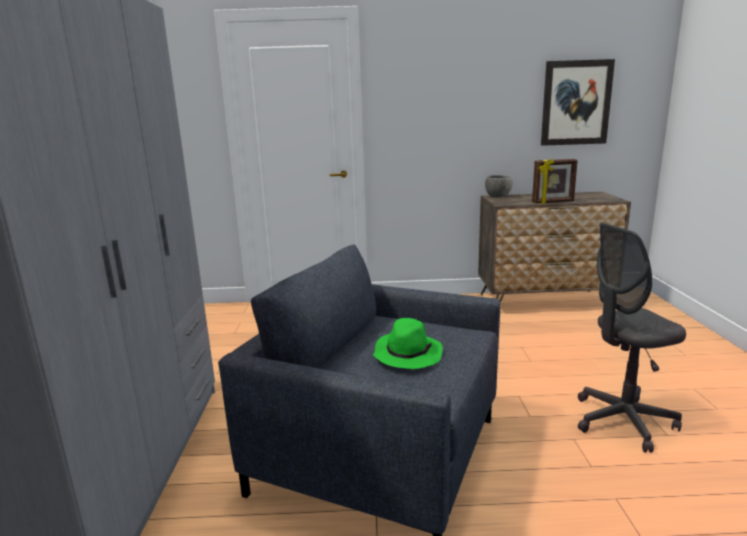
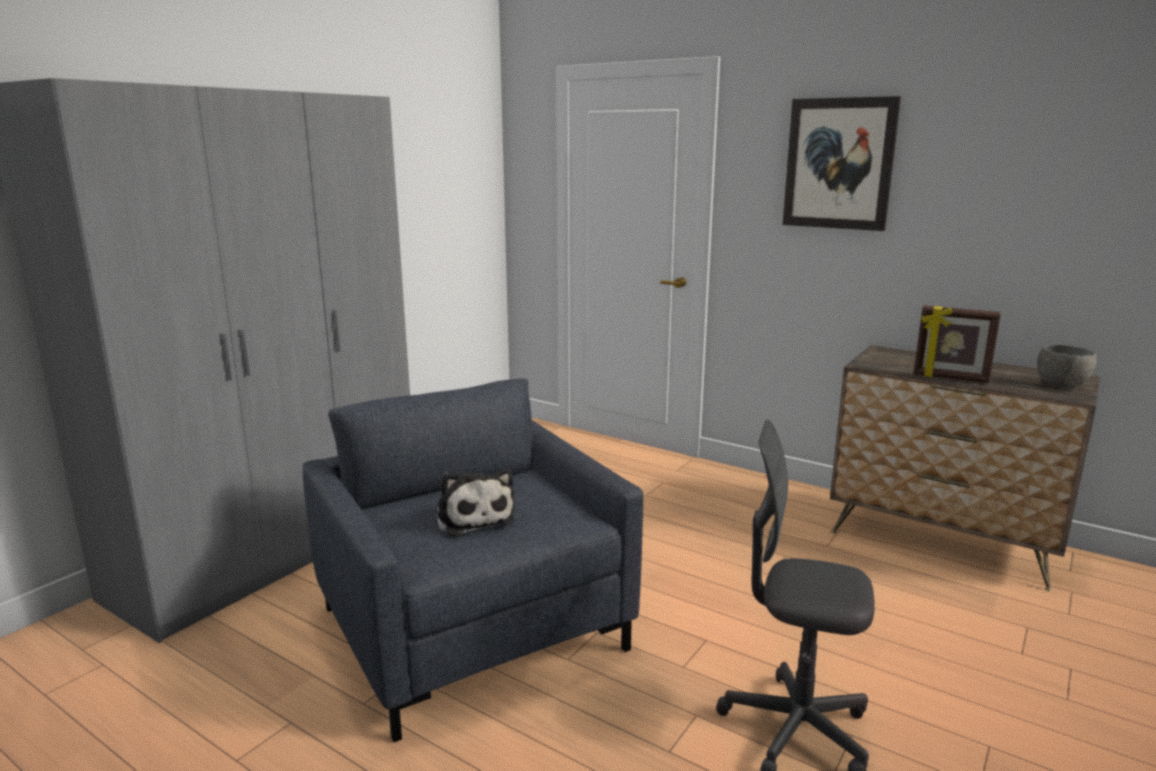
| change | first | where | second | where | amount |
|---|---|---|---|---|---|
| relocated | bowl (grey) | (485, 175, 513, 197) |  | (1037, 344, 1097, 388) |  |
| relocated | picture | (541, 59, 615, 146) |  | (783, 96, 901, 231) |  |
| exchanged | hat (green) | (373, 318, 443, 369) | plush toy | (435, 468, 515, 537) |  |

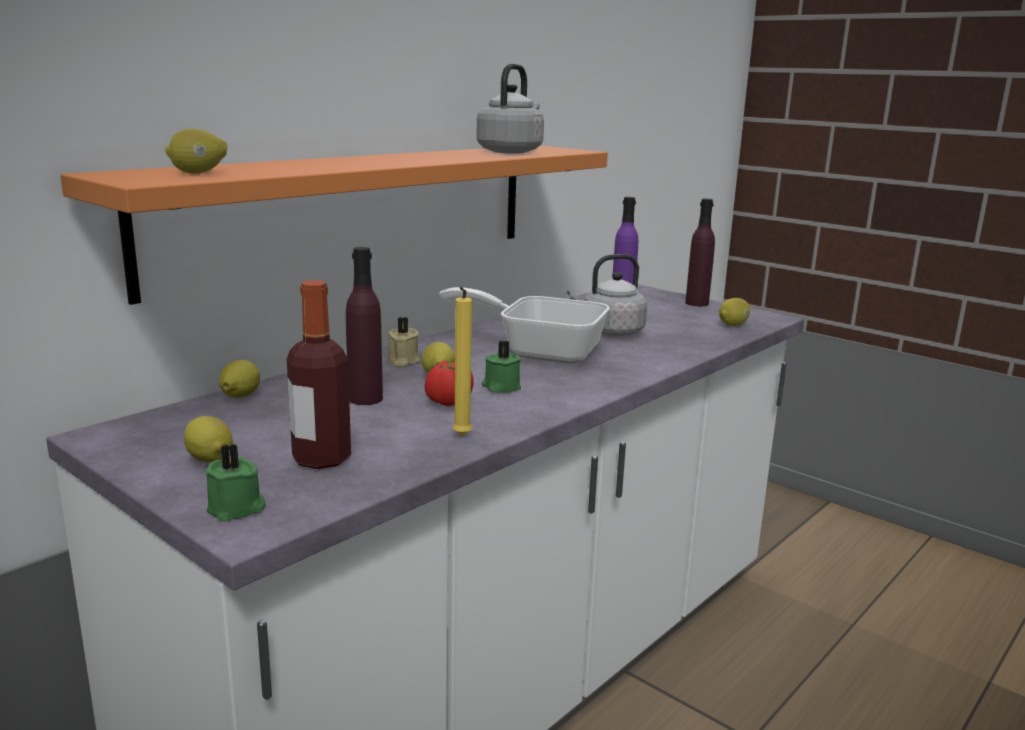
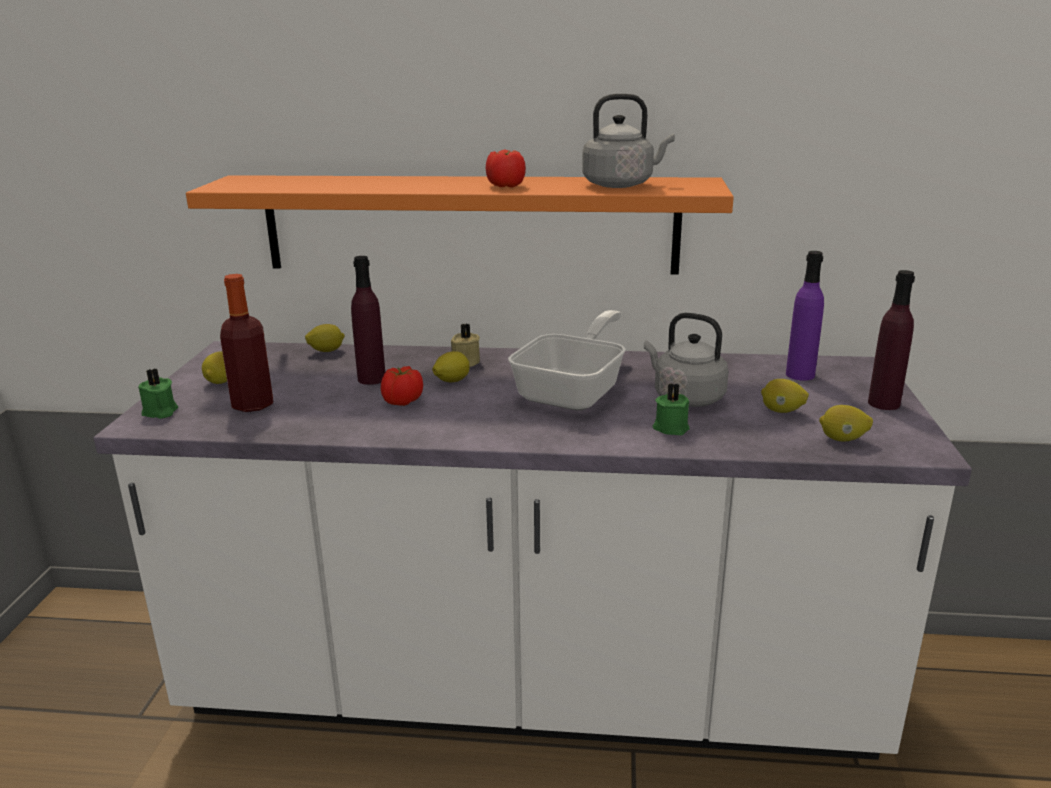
| change | first | where | second | where | amount |
|---|---|---|---|---|---|
| missing | candle (yellow) | (453, 287, 472, 436) |  |  |  |
| appeared |  |  | tomato | (486, 149, 526, 187) |  |
| relocated | lemon | (165, 129, 227, 173) |  | (761, 379, 809, 413) |  |
| relocated | candle (green) | (482, 340, 521, 393) |  | (653, 383, 690, 435) |  |
| spun | frying pan | (439, 287, 610, 364) |  | (508, 310, 626, 411) | 45 degrees clockwise |

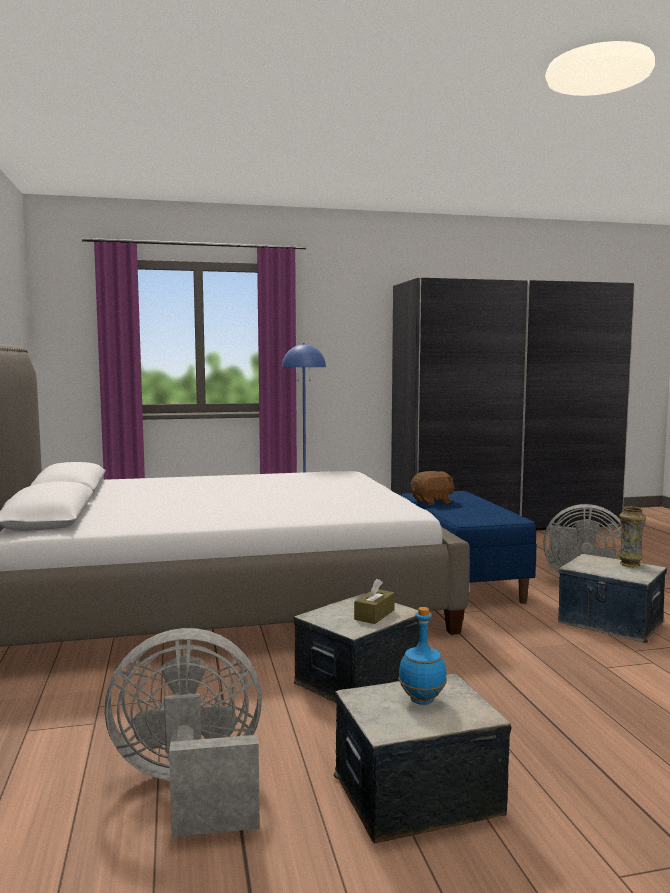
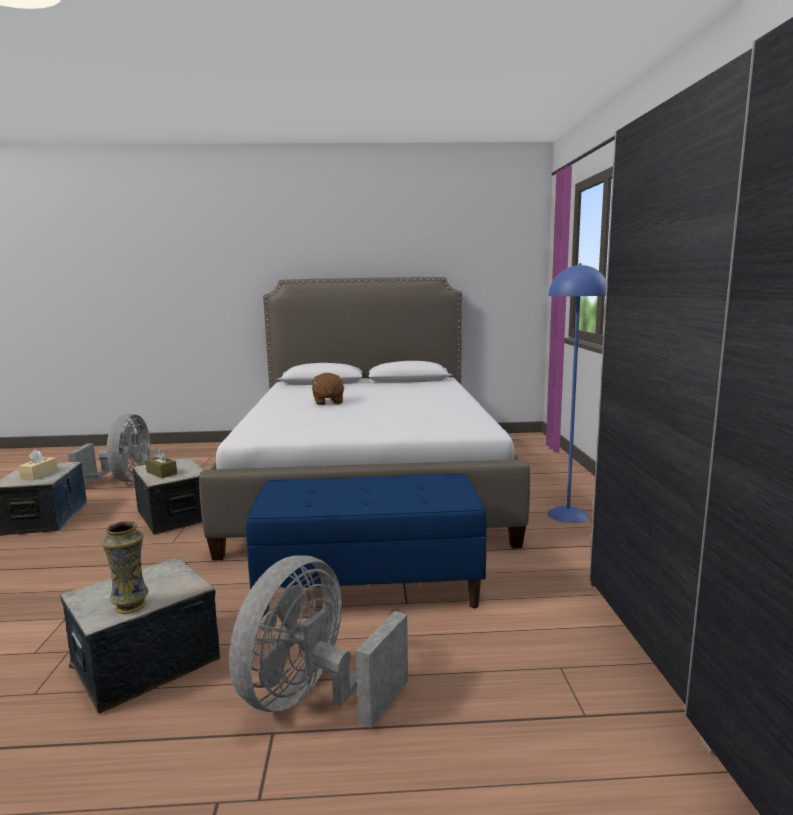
| change | first | where | second | where | amount |
|---|---|---|---|---|---|
| relocated | plush toy (brown) | (411, 471, 455, 505) |  | (312, 373, 346, 405) |  |
| exchanged | bottle (blue) | (398, 607, 447, 705) | tissue box (beige) | (19, 449, 58, 480) |  |

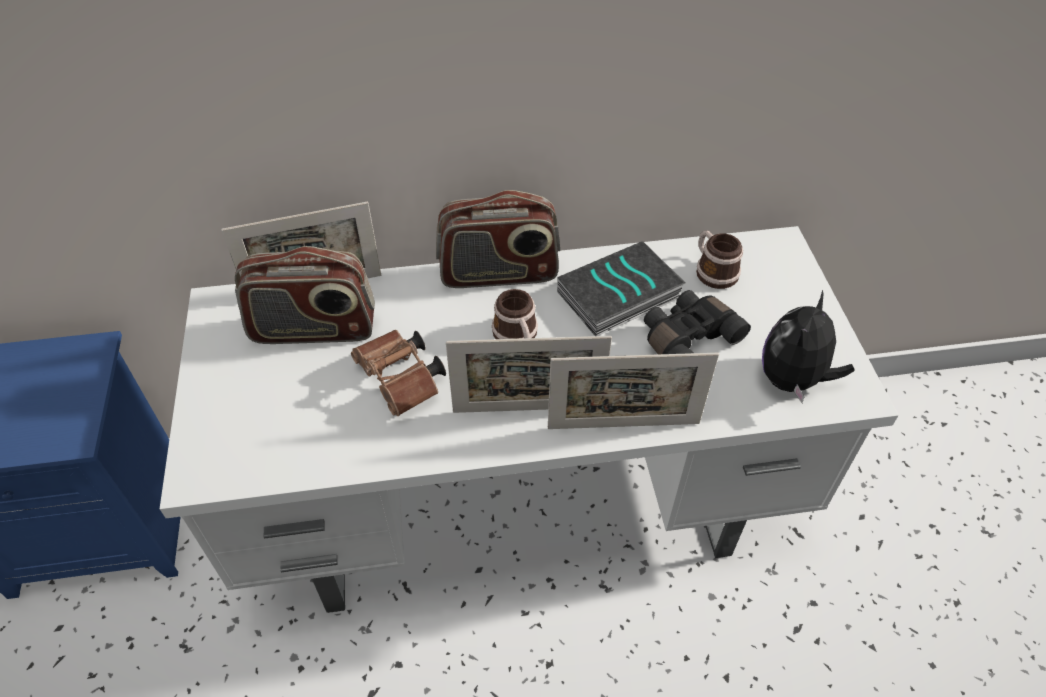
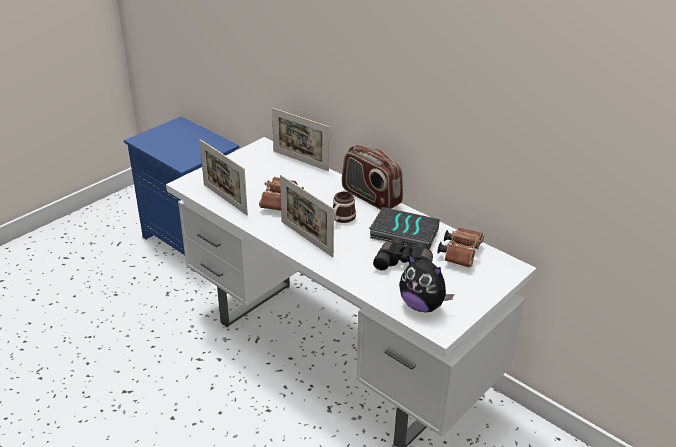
| change | first | where | second | where | amount |
|---|---|---|---|---|---|
| missing | radio | (235, 246, 375, 344) |  |  |  |
| relocated | picture frame | (548, 353, 719, 429) |  | (199, 139, 248, 215) |  |
| exchanged | mug | (696, 231, 743, 289) | binoculars (brown) | (437, 227, 484, 268) |  |
| spun | plush toy | (762, 289, 855, 403) |  | (399, 254, 454, 312) | 135 degrees counterclockwise |

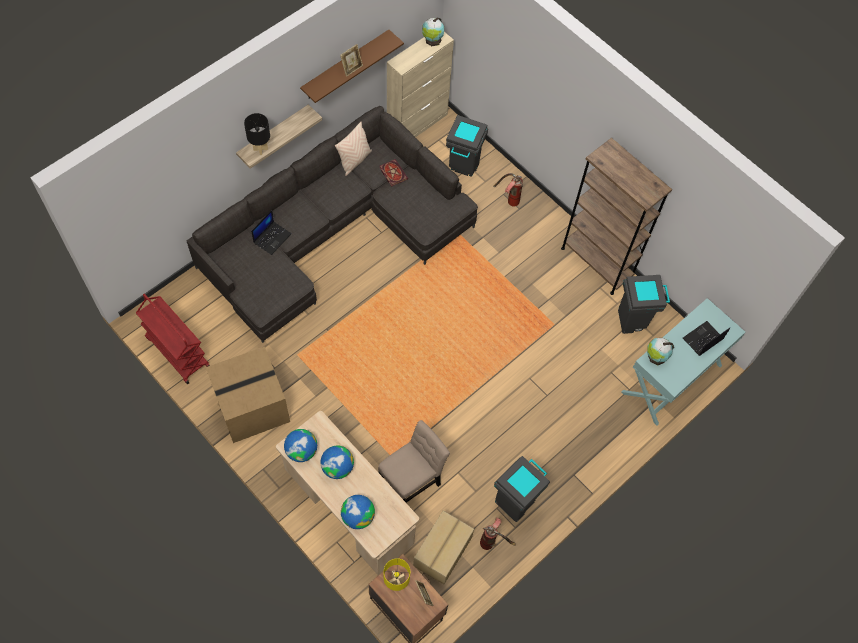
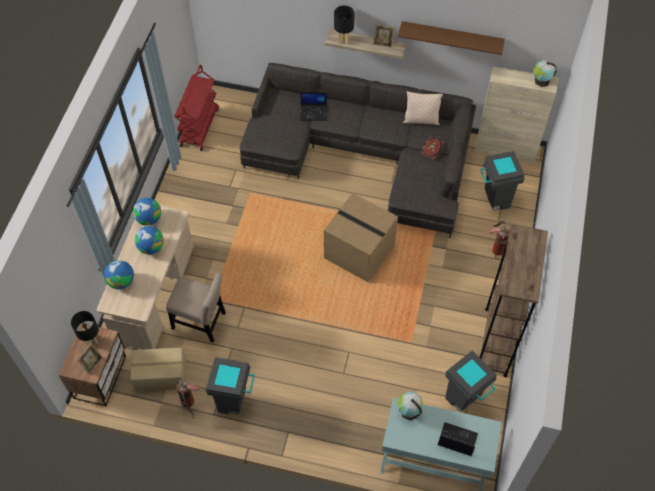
| change | first | where | second | where | amount |
|---|---|---|---|---|---|
| relocated | cardboard box | (206, 346, 290, 443) |  | (324, 193, 398, 282) |  |
| relocated | picture frame | (340, 44, 363, 77) |  | (373, 24, 395, 48) |  |
| colour | table lamp (yellow) | (384, 558, 410, 591) | table lamp (black) | (71, 311, 99, 346) |  |

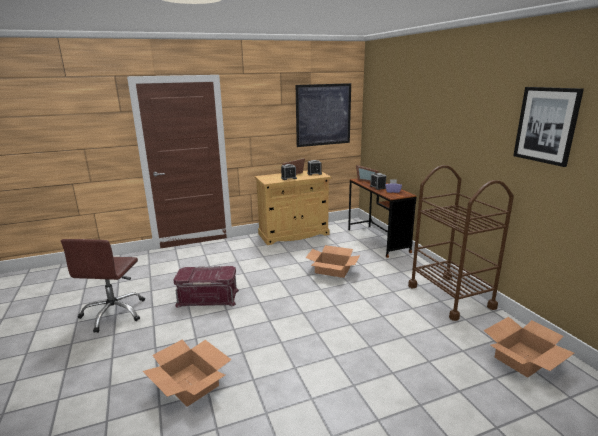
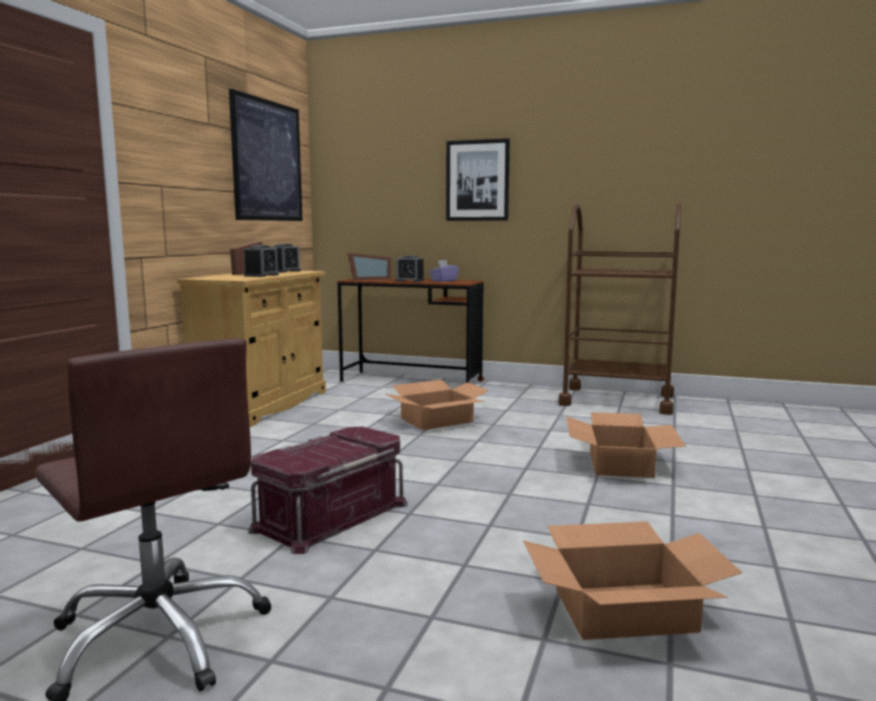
| change | first | where | second | where | amount |
|---|---|---|---|---|---|
| relocated | cardboard box | (483, 317, 574, 378) |  | (567, 412, 686, 478) |  |
| relocated | picture | (513, 87, 584, 167) |  | (446, 138, 510, 221) |  |

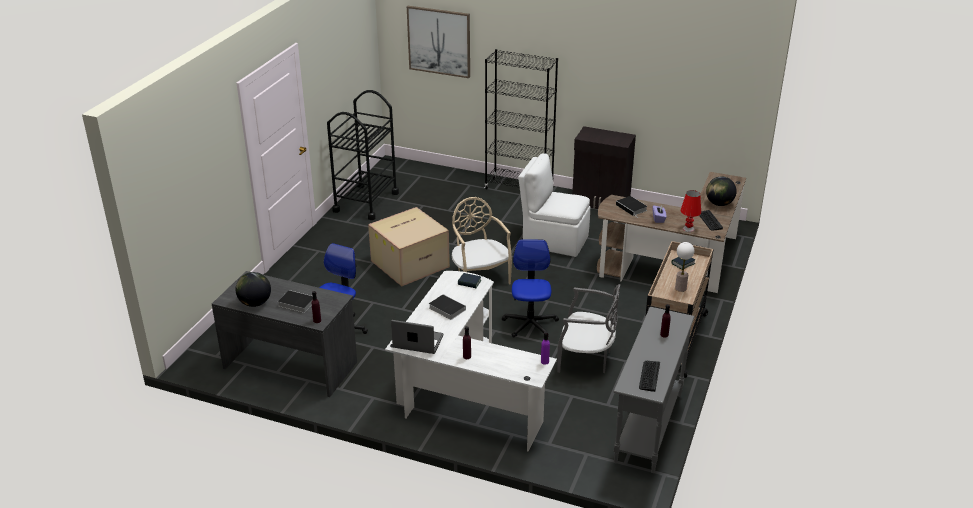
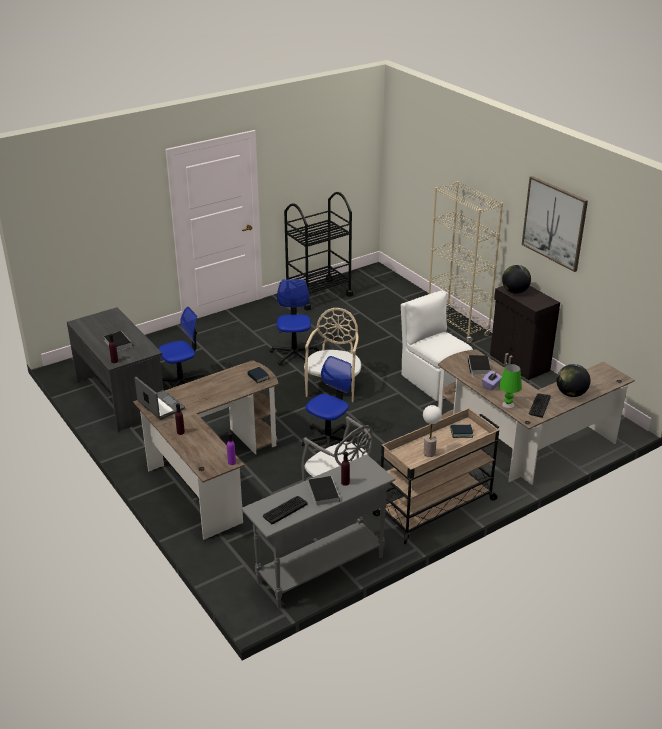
| change | first | where | second | where | amount |
|---|---|---|---|---|---|
| relocated | globe | (236, 272, 271, 307) |  | (502, 265, 531, 294) |  |
| relocated | picture | (407, 6, 470, 78) |  | (522, 176, 588, 272) |  |
| relocated | book | (429, 294, 466, 320) |  | (308, 476, 340, 506) |  |
| exchanged | cardboard box | (368, 207, 450, 286) | office chair | (270, 279, 319, 365) |  |
| colour | desk (white) | (385, 271, 557, 452) | desk (brown) | (133, 360, 278, 540) |  |
| colour | bookcase (black) | (485, 49, 558, 189) | bookcase (beige) | (429, 181, 503, 343) |  |
| colour | table lamp (red) | (681, 190, 701, 232) | table lamp (green) | (499, 364, 522, 409) |  |

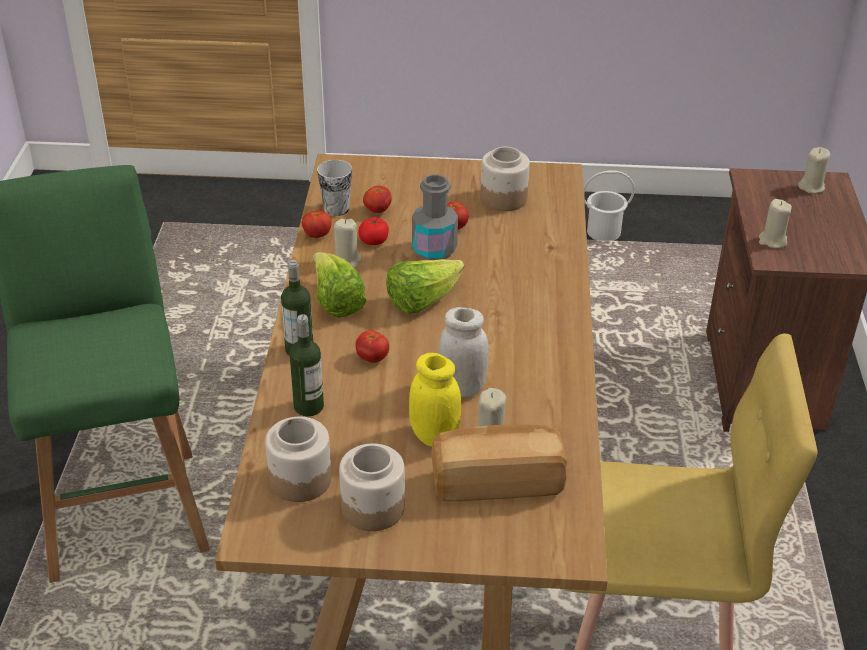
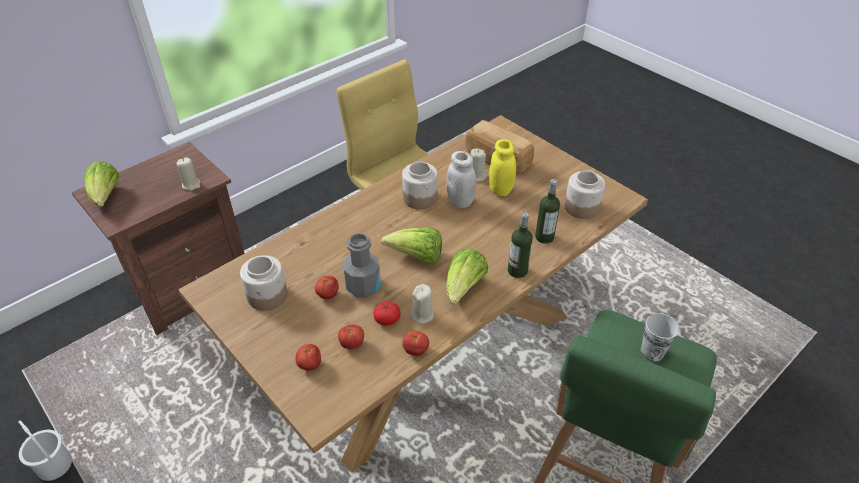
| change | first | where | second | where | amount |
|---|---|---|---|---|---|
| relocated | cup | (317, 160, 352, 216) |  | (641, 313, 679, 362) |  |
| relocated | jar | (339, 443, 405, 531) |  | (402, 162, 438, 209) |  |
| relocated | tomato | (355, 330, 389, 363) |  | (296, 344, 321, 371) |  |
| exchanged | candle (beige) | (798, 147, 831, 194) | lettuce | (84, 162, 119, 207) |  |

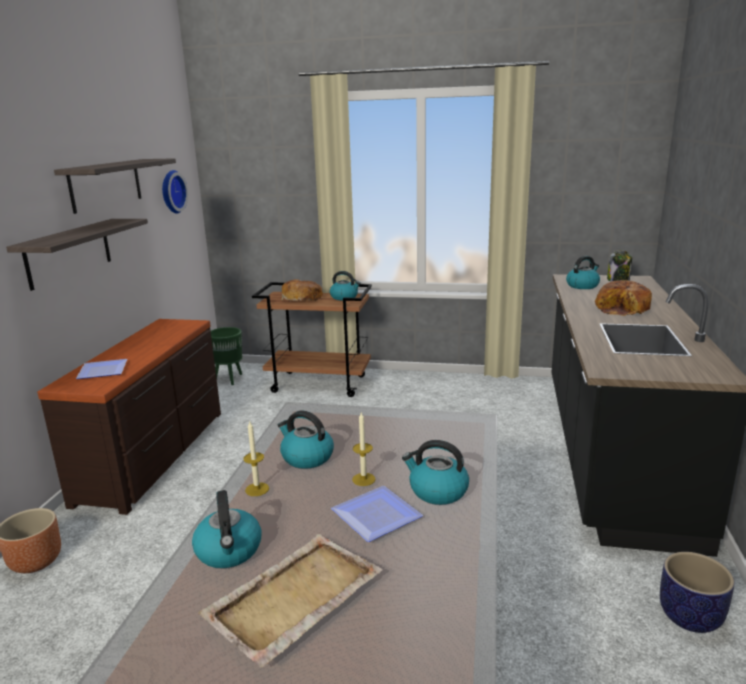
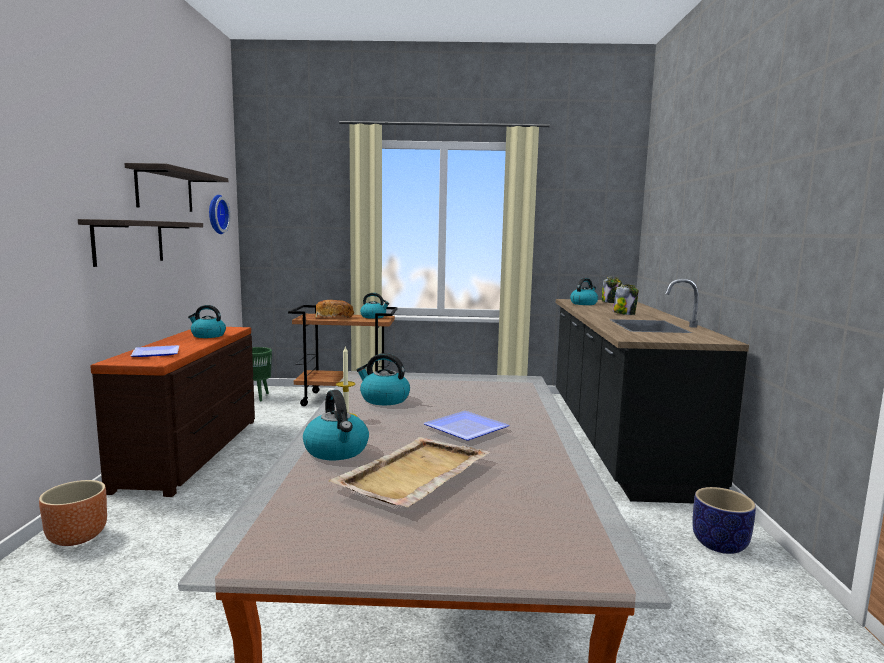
| change | first | where | second | where | amount |
|---|---|---|---|---|---|
| missing | candle | (352, 412, 376, 486) |  |  |  |
| relocated | kettle | (402, 440, 469, 505) |  | (188, 305, 226, 338) |  |
| exchanged | bread | (595, 280, 652, 316) | jar | (613, 284, 639, 315) |  |

